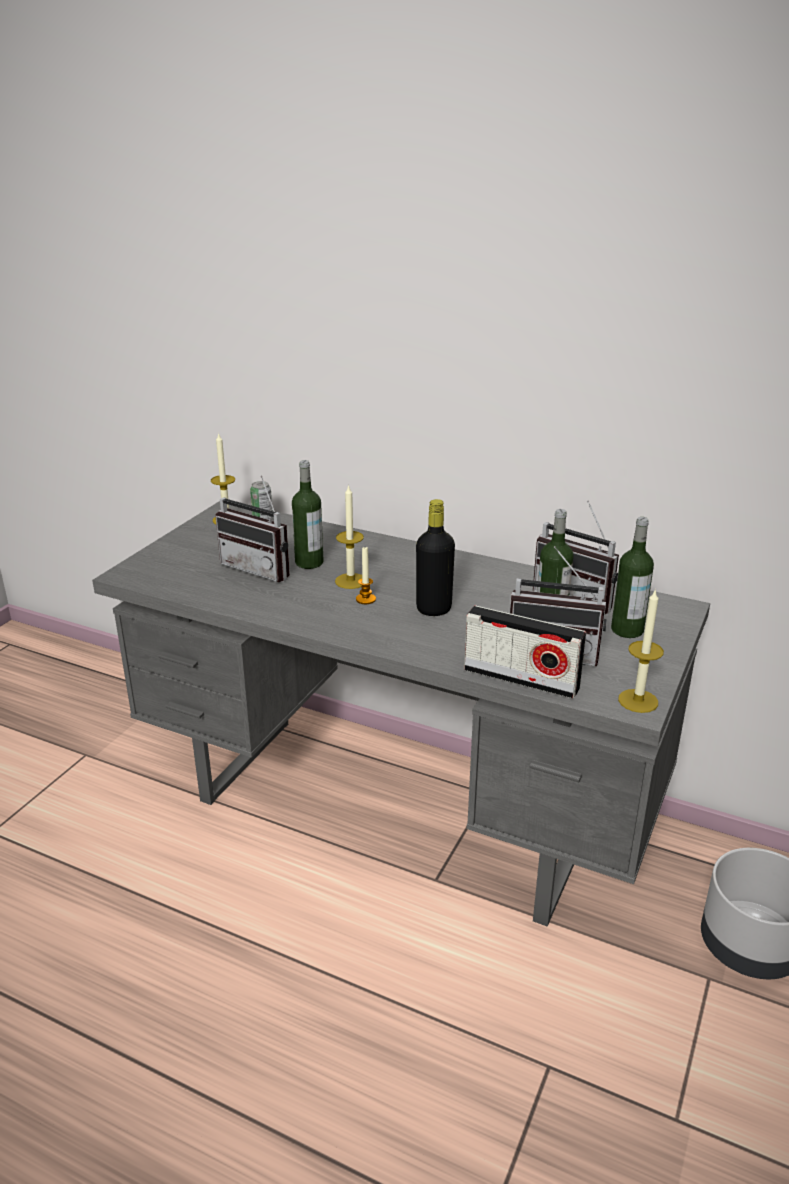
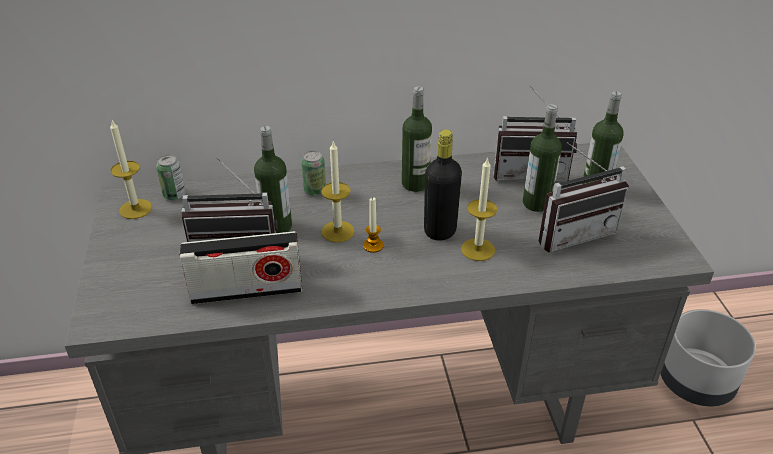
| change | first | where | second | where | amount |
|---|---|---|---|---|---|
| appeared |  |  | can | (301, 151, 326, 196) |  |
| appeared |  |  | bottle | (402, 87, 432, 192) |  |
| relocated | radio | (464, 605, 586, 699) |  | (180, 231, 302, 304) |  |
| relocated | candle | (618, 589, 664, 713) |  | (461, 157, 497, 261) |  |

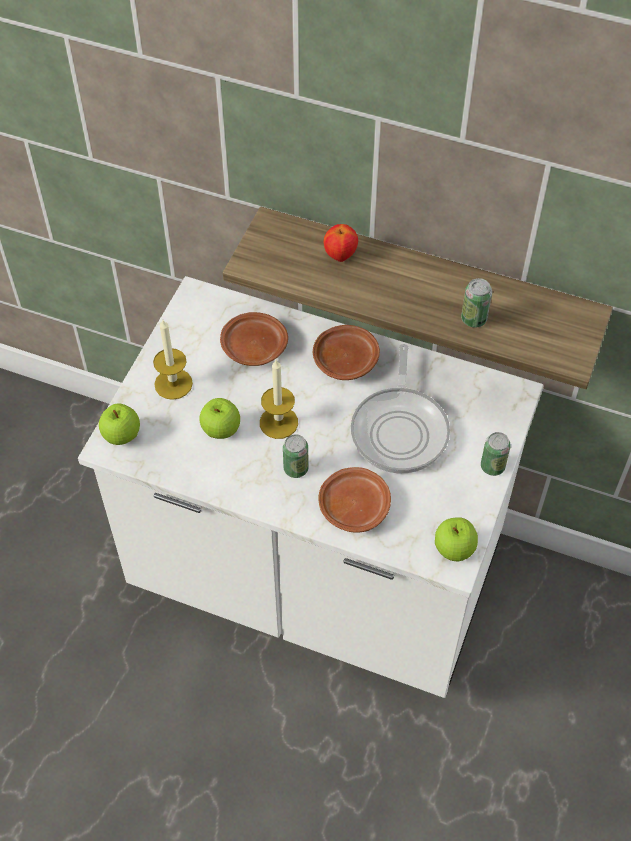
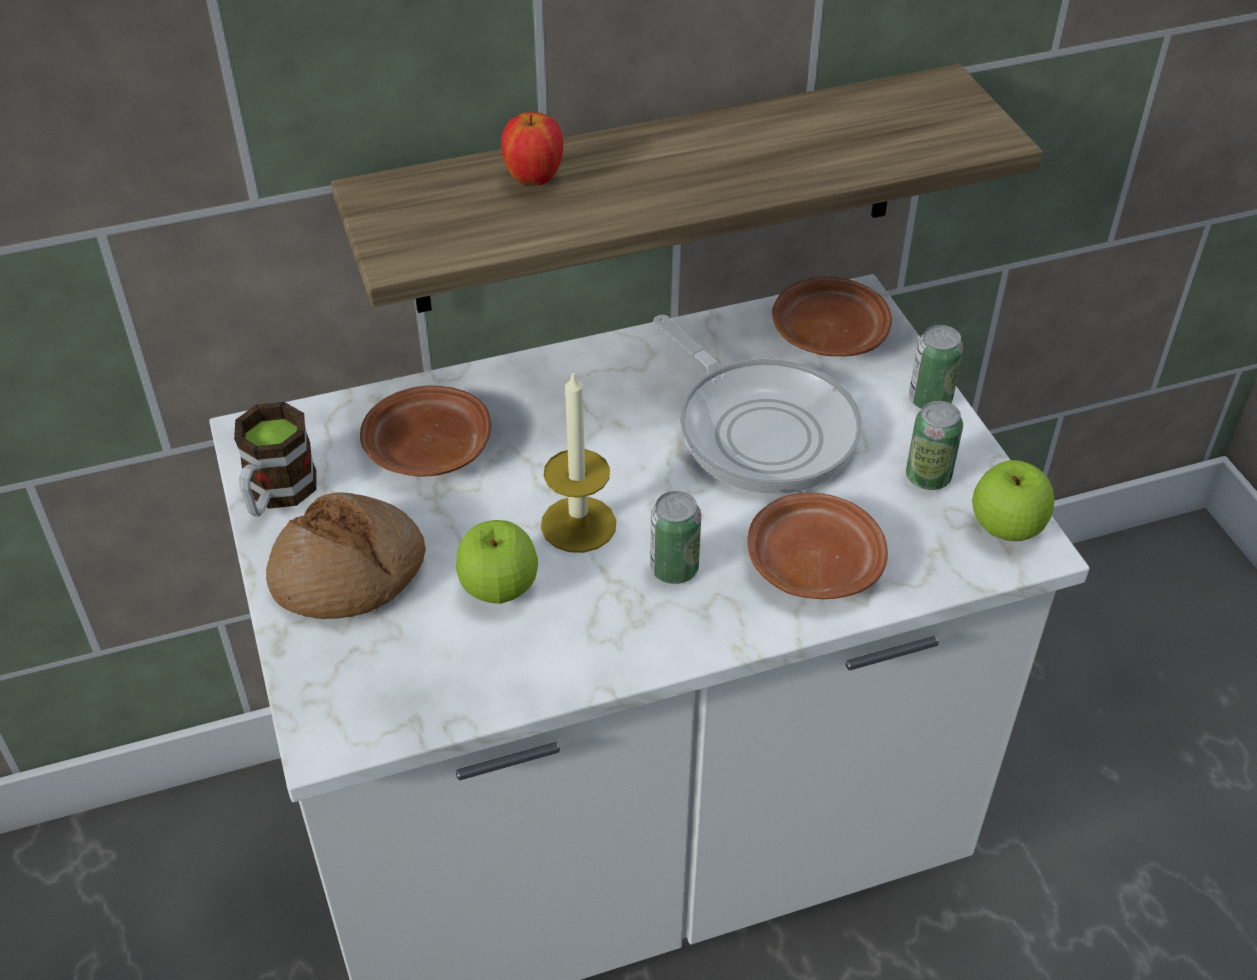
| change | first | where | second | where | amount |
|---|---|---|---|---|---|
| missing | apple | (99, 404, 140, 445) |  |  |  |
| appeared |  |  | mug | (234, 402, 316, 516) |  |
| relocated | plate (brown) | (313, 325, 380, 380) |  | (772, 276, 892, 356) |  |
| relocated | can | (461, 278, 492, 327) |  | (906, 401, 963, 490) |  |
| exchanged | candle | (153, 320, 193, 400) | bread | (266, 493, 426, 619) |  |

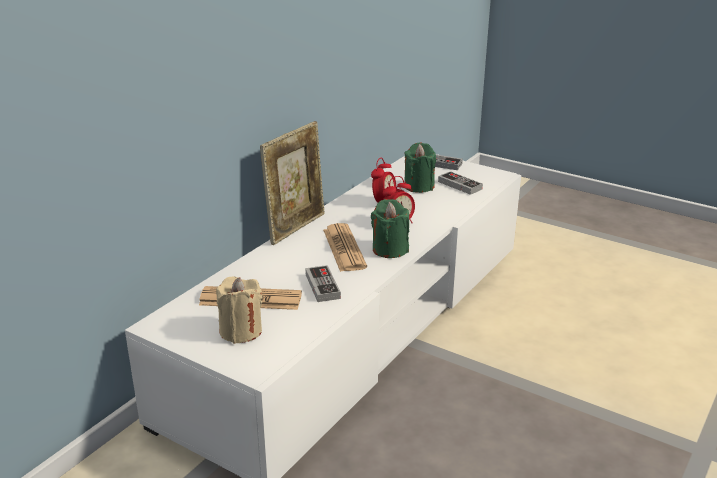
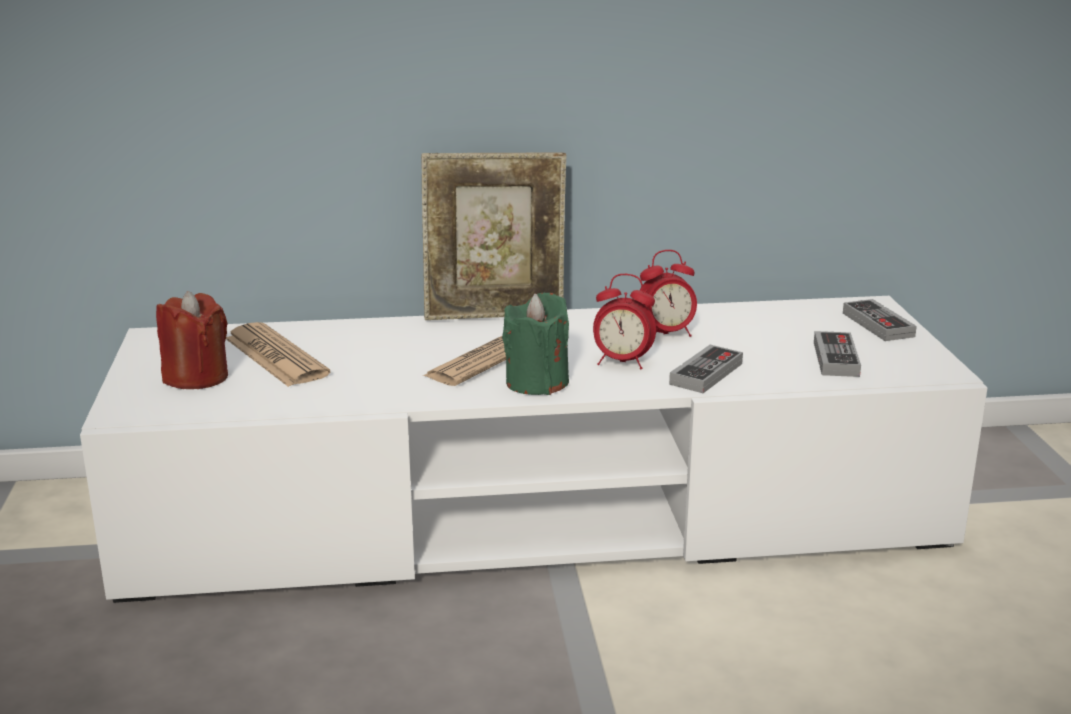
| change | first | where | second | where | amount |
|---|---|---|---|---|---|
| missing | candle (green) | (404, 142, 436, 193) |  |  |  |
| relocated | game controller | (305, 265, 341, 302) |  | (669, 345, 743, 393) |  |
| colour | candle (beige) | (216, 277, 262, 344) | candle (red) | (156, 291, 228, 389) |  |

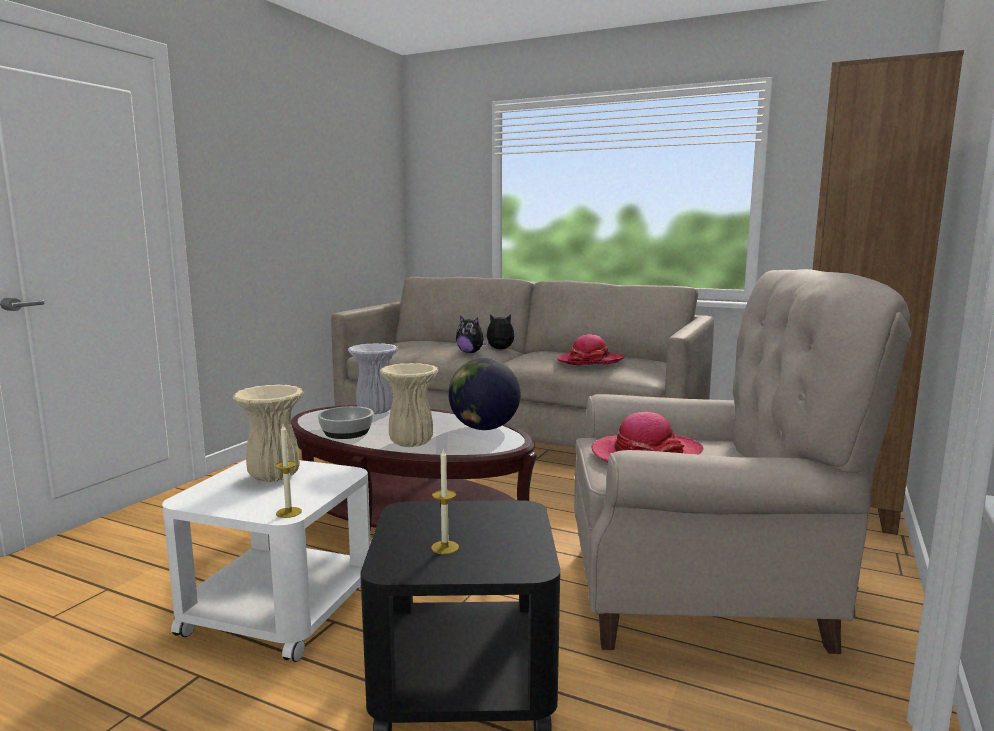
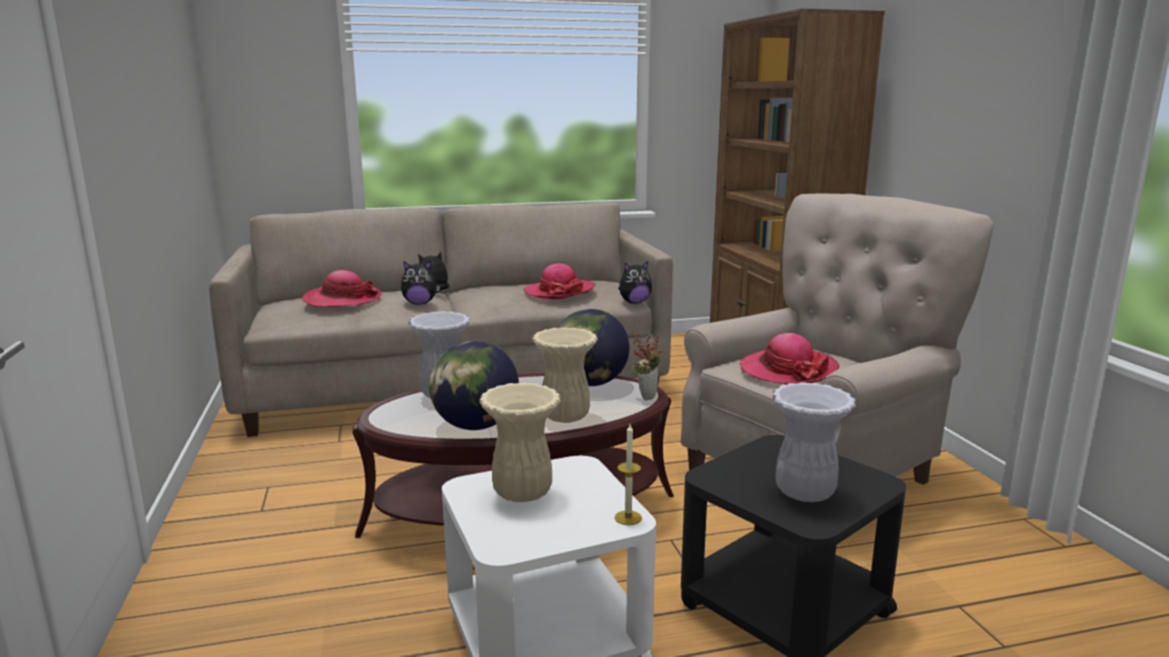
| change | first | where | second | where | amount |
|---|---|---|---|---|---|
| appeared |  |  | hat | (302, 270, 382, 307) |  |
| appeared |  |  | plush toy | (618, 261, 652, 304) |  |
| appeared |  |  | potted plant | (631, 332, 663, 400) |  |
| exchanged | bowl | (318, 406, 374, 439) | globe | (429, 341, 519, 430) |  |
| exchanged | candle | (431, 448, 459, 554) | vase (white) | (772, 382, 856, 502) |  |

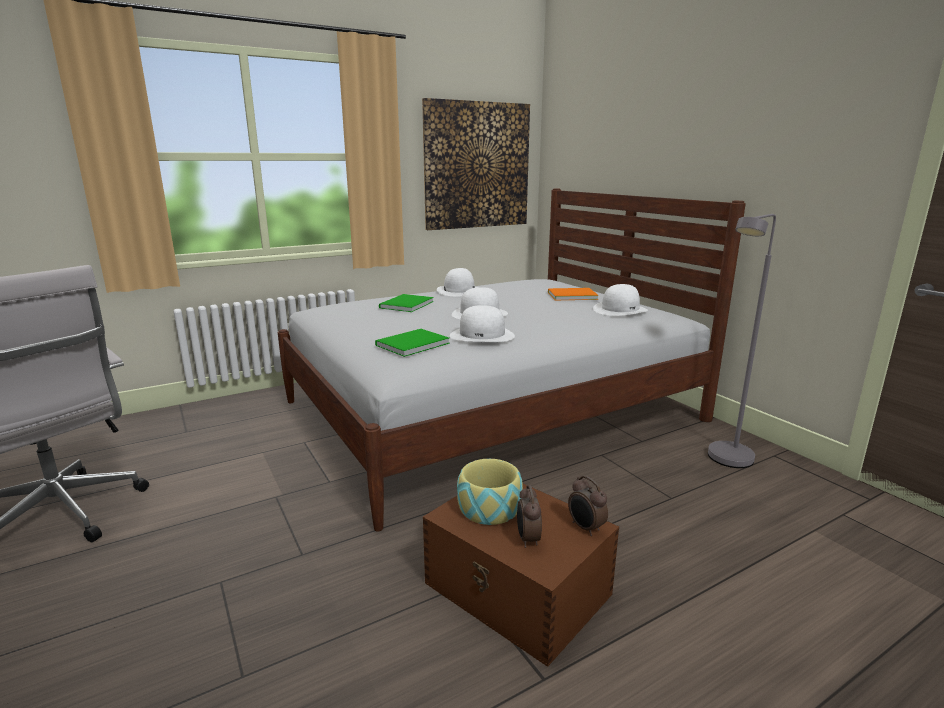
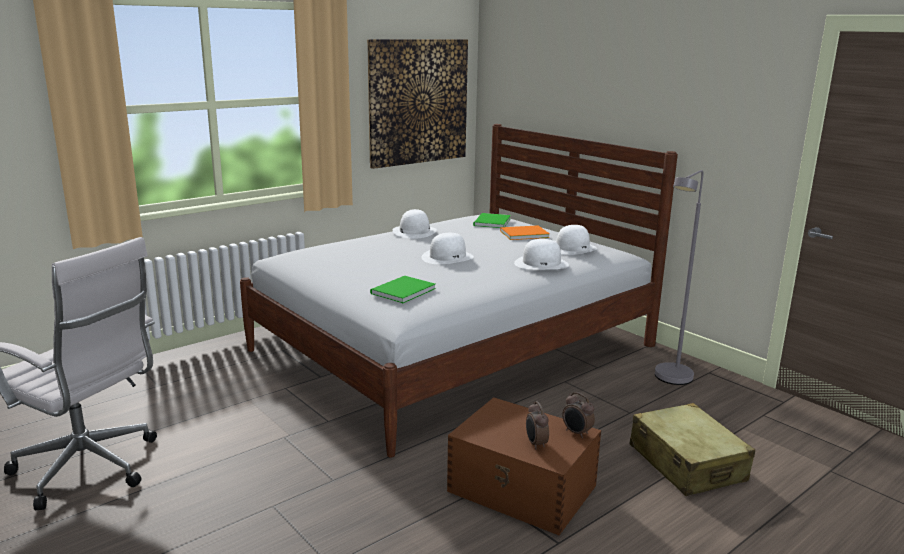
| change | first | where | second | where | amount |
|---|---|---|---|---|---|
| missing | bowl | (457, 459, 523, 525) |  |  |  |
| appeared |  |  | suitcase (beige) | (630, 403, 755, 496) |  |
| relocated | book (green) | (379, 294, 434, 312) |  | (473, 213, 511, 228) |  |
| relocated | hat (white) | (450, 305, 515, 342) |  | (514, 239, 569, 269) |  |

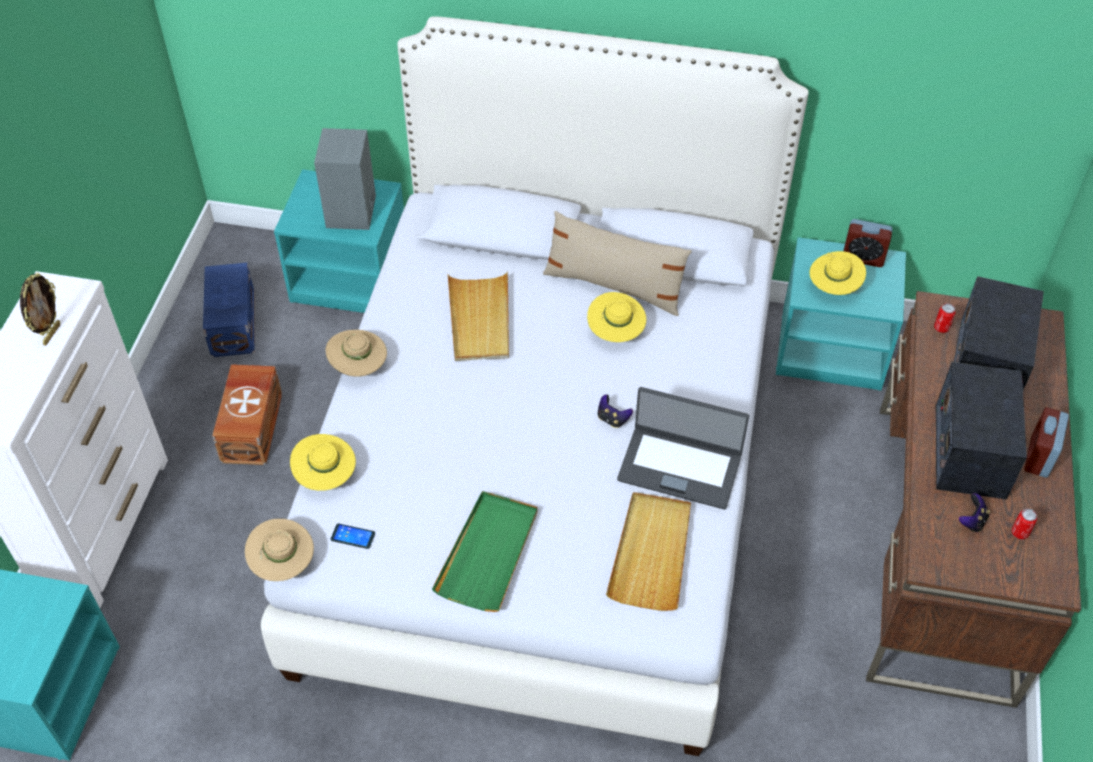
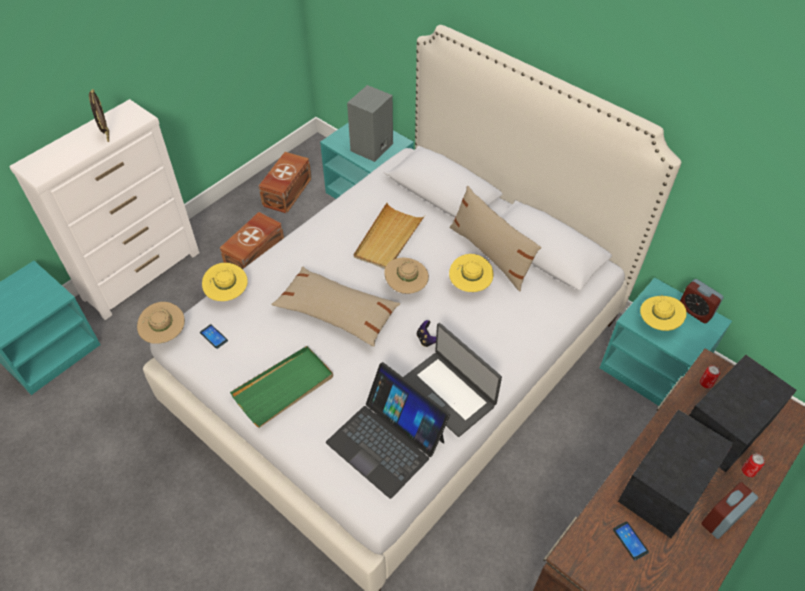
| change | first | where | second | where | amount |
|---|---|---|---|---|---|
| appeared |  |  | pillow (beige) | (271, 267, 400, 347) |  |
| relocated | hat (beige) | (326, 330, 387, 377) |  | (385, 258, 429, 294) |  |
| relocated | can | (1012, 508, 1037, 539) |  | (742, 454, 765, 477) |  |
| exchanged | tray (beige) | (606, 492, 691, 611) | laptop | (326, 362, 450, 499) |  |
| exchanged | game controller | (959, 493, 990, 532) | phone | (613, 521, 649, 560) |  |
| colour | storage box (blue) | (203, 263, 254, 357) | storage box (brown) | (258, 152, 312, 213) |  |
| spun | picture frame | (20, 273, 60, 346) |  | (89, 89, 109, 142) | 60 degrees counterclockwise |

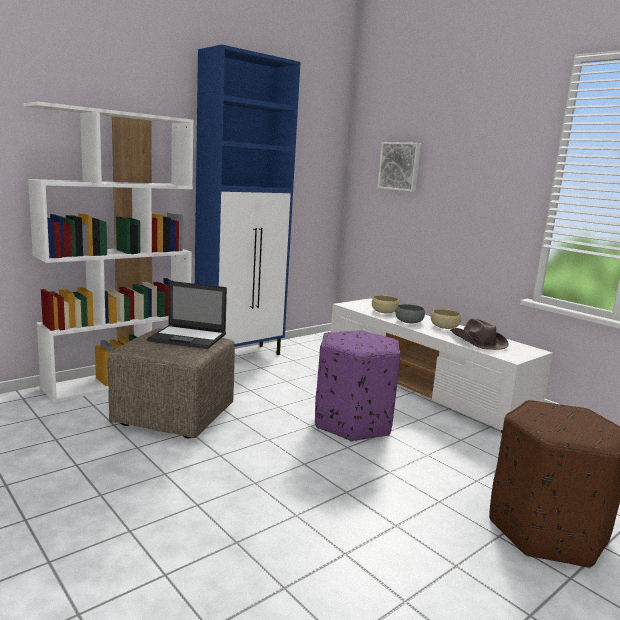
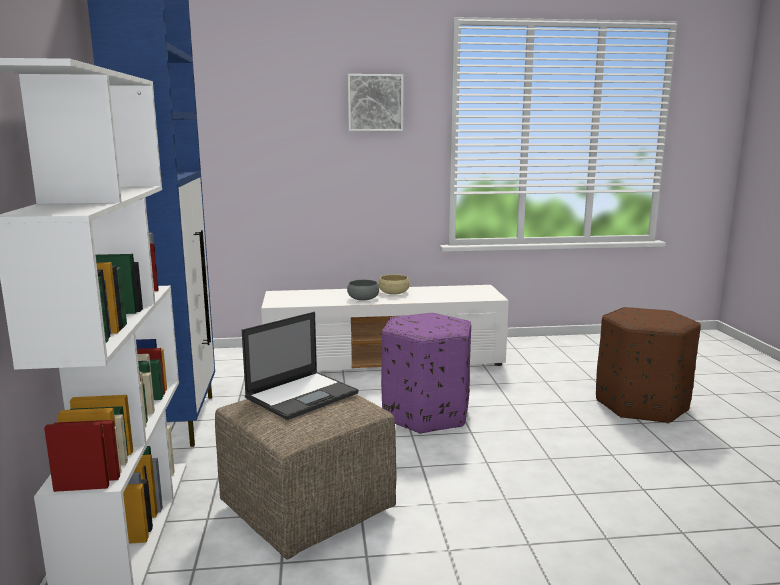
| change | first | where | second | where | amount |
|---|---|---|---|---|---|
| missing | bowl (beige) | (372, 295, 399, 313) |  |  |  |
| missing | hat (brown) | (450, 318, 509, 350) |  |  |  |
| relocated | picture | (377, 142, 421, 192) |  | (348, 74, 403, 131) |  |

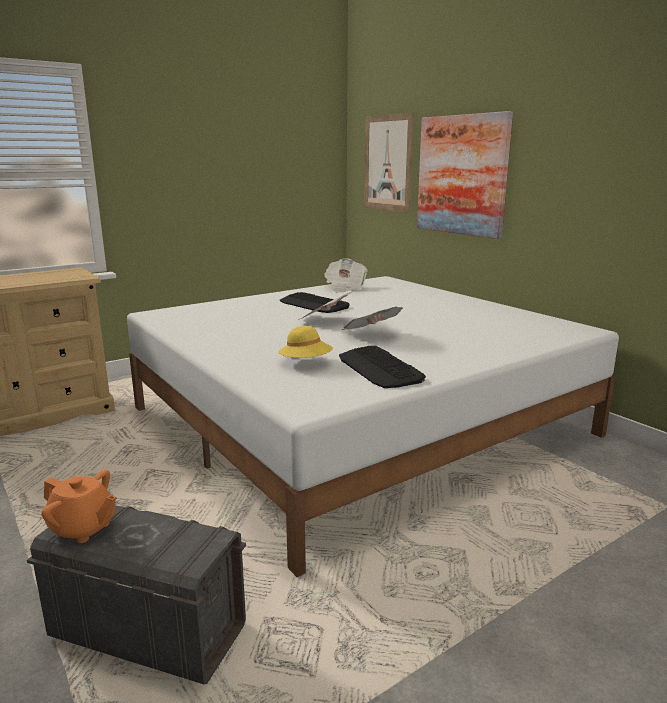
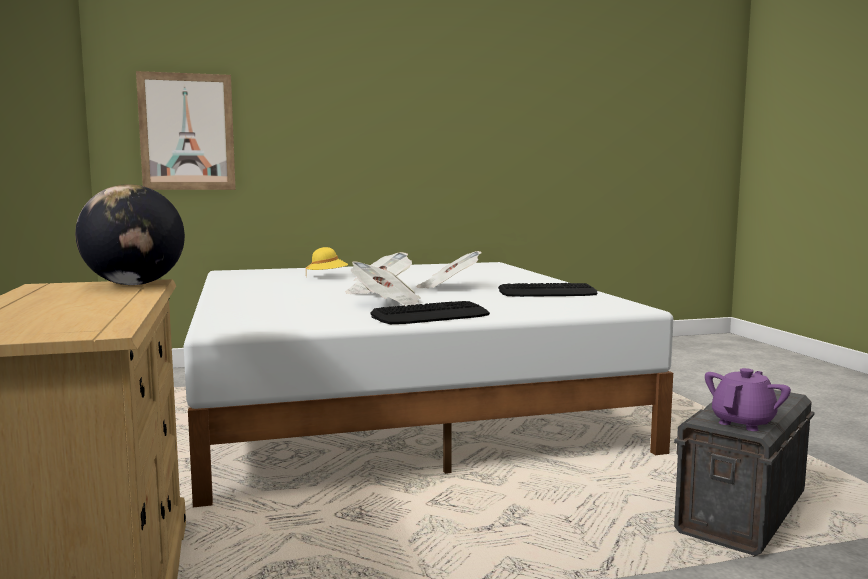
| change | first | where | second | where | amount |
|---|---|---|---|---|---|
| missing | picture | (417, 111, 513, 239) |  |  |  |
| appeared |  |  | globe | (75, 184, 185, 285) |  |
| relocated | hat (yellow) | (278, 326, 333, 358) |  | (306, 247, 348, 273) |  |
| relocated | keyboard | (279, 292, 350, 313) |  | (370, 301, 490, 324) |  |
| relocated | newspaper | (324, 258, 368, 293) |  | (351, 261, 420, 306) |  |
| colour | teapot (orange) | (41, 470, 116, 543) | teapot (purple) | (705, 368, 791, 431) |  |

